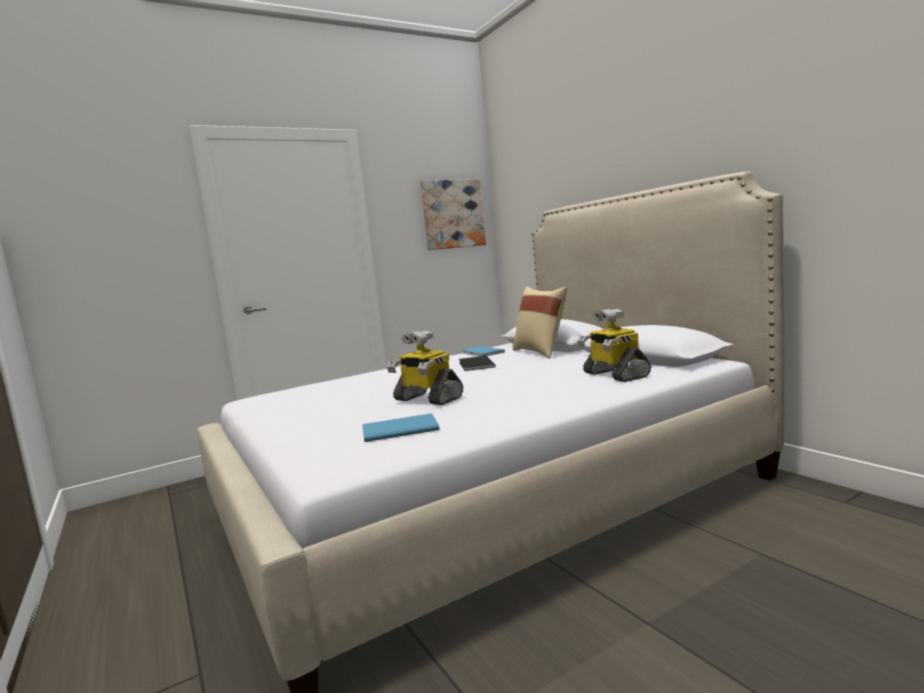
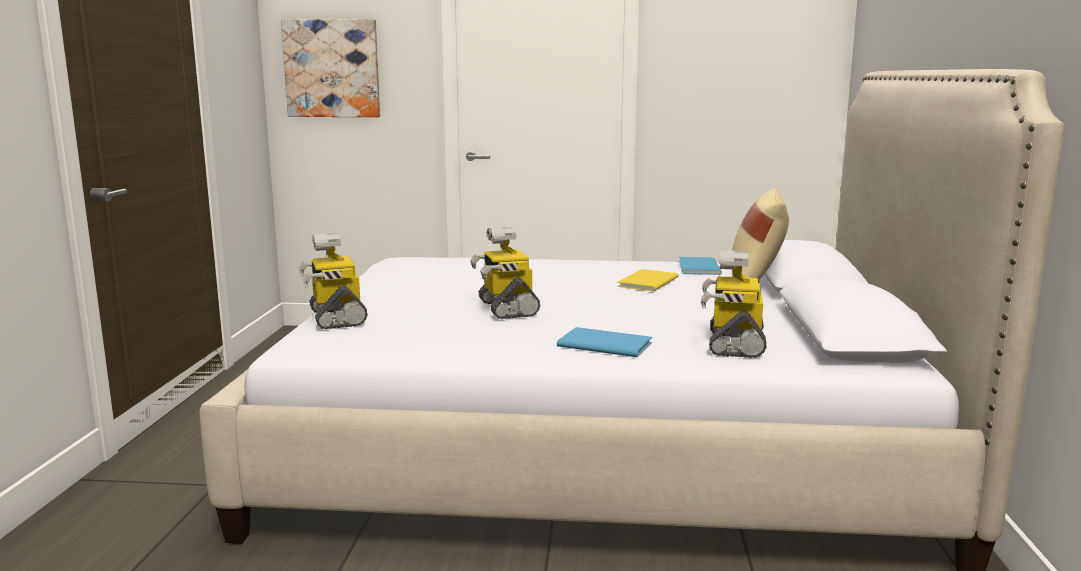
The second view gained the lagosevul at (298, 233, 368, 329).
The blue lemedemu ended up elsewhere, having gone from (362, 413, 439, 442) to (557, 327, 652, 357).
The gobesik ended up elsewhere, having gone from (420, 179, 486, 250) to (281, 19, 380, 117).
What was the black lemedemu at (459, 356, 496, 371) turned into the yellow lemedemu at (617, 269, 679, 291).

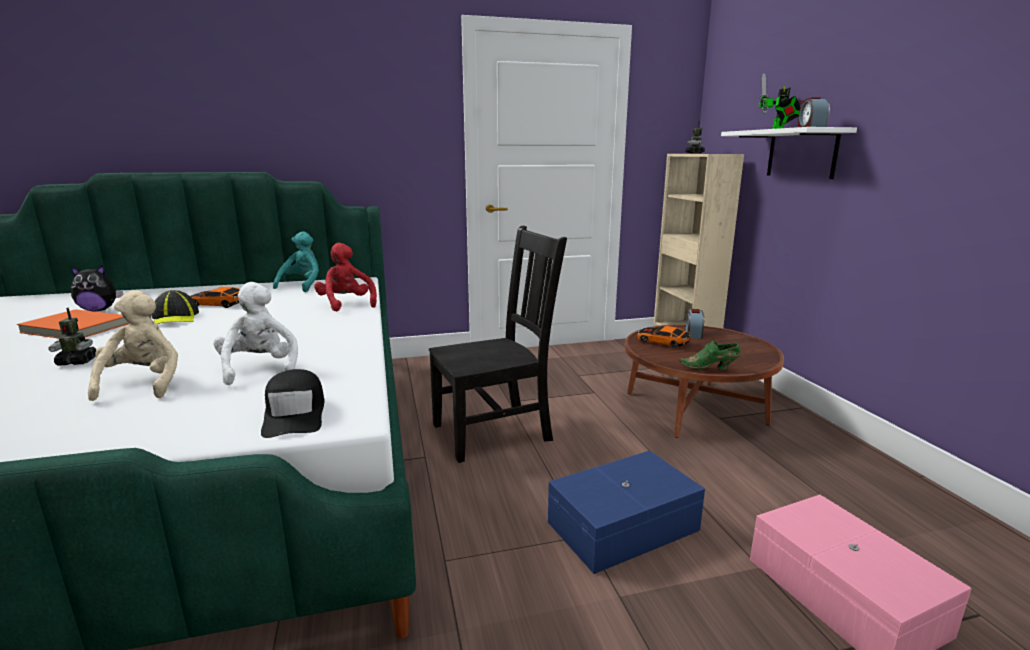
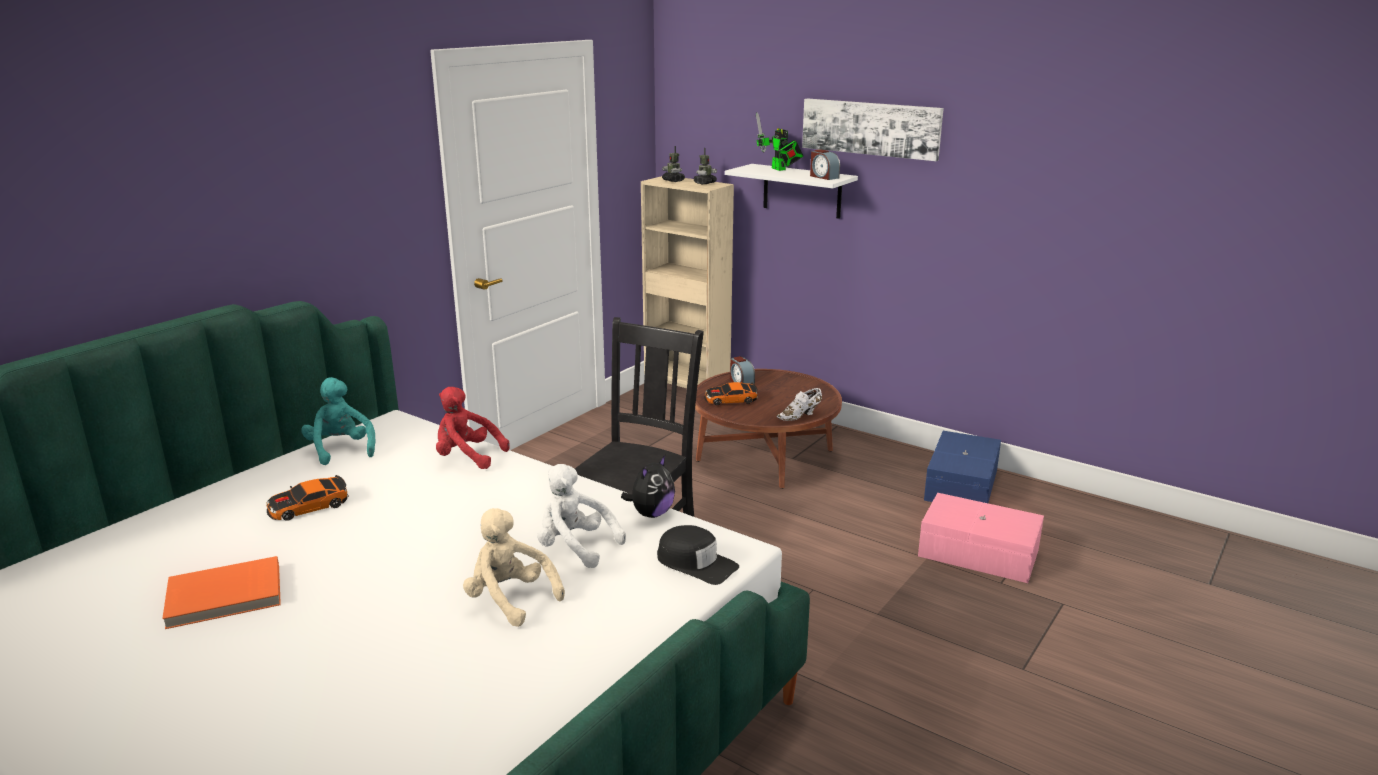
The second view lost the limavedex at (152, 290, 199, 324).
The second view gained the gobesik at (802, 98, 944, 161).
The lagosevul ended up elsewhere, having gone from (48, 308, 96, 366) to (694, 148, 717, 185).
The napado ended up elsewhere, having gone from (71, 265, 123, 311) to (621, 455, 675, 518).
The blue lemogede ended up elsewhere, having gone from (548, 451, 705, 574) to (924, 431, 1001, 503).
What was the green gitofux at (679, 341, 741, 370) turned into the white gitofux at (776, 388, 822, 421).

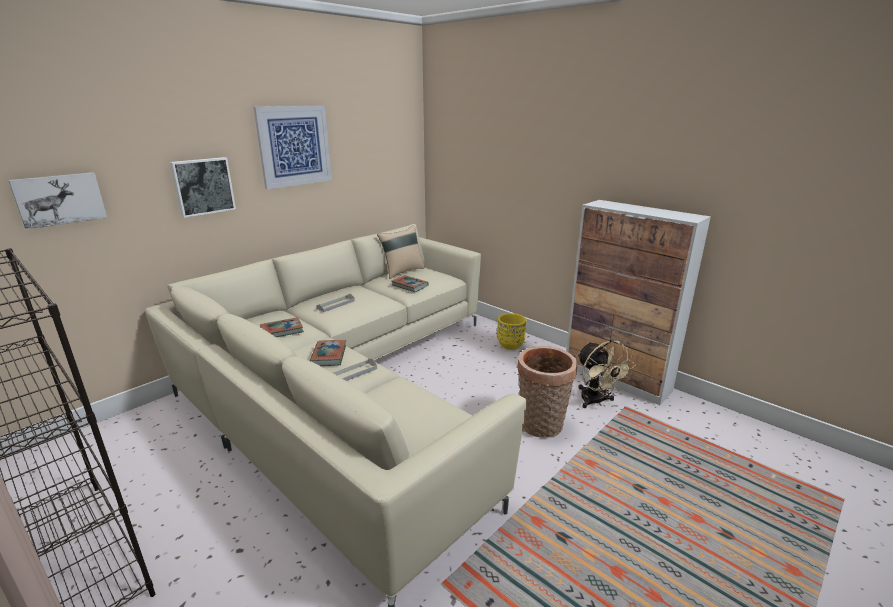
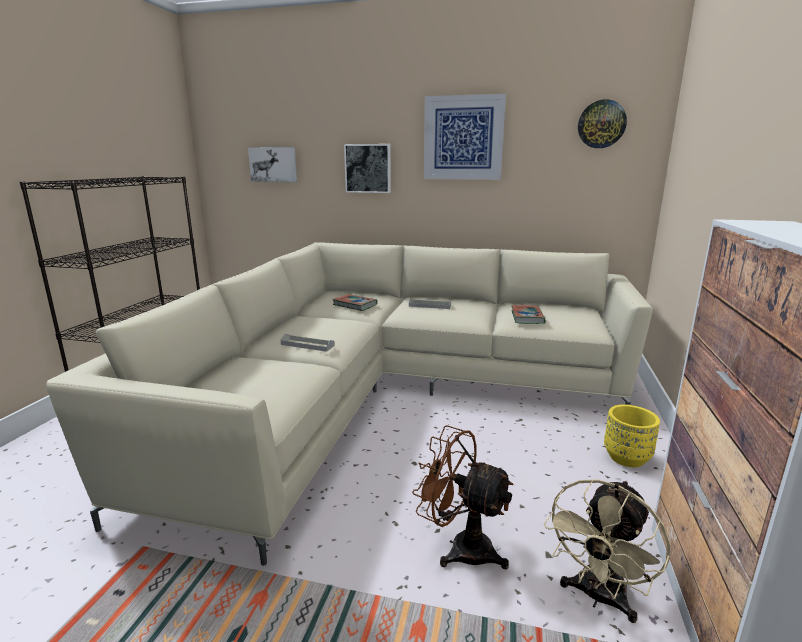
The second view lost the lemedemu at (310, 340, 346, 366).
The second view lost the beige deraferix at (377, 225, 425, 279).
The second view gained the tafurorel at (578, 99, 627, 148).
Where the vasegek stood at (517, 346, 578, 438), the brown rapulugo came to stand at (412, 425, 514, 570).

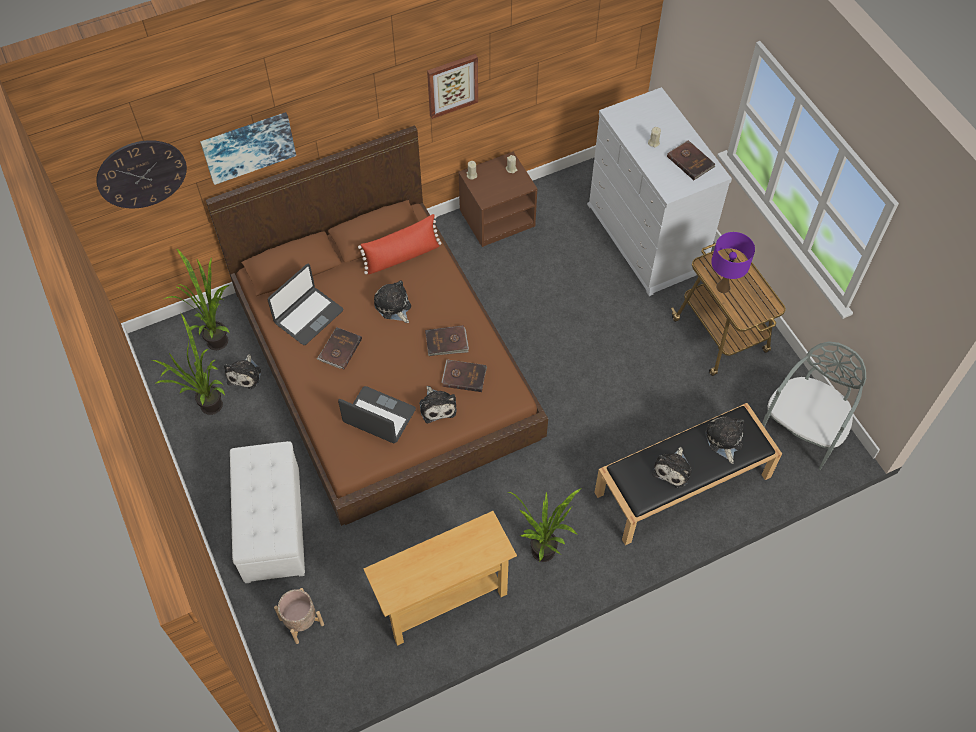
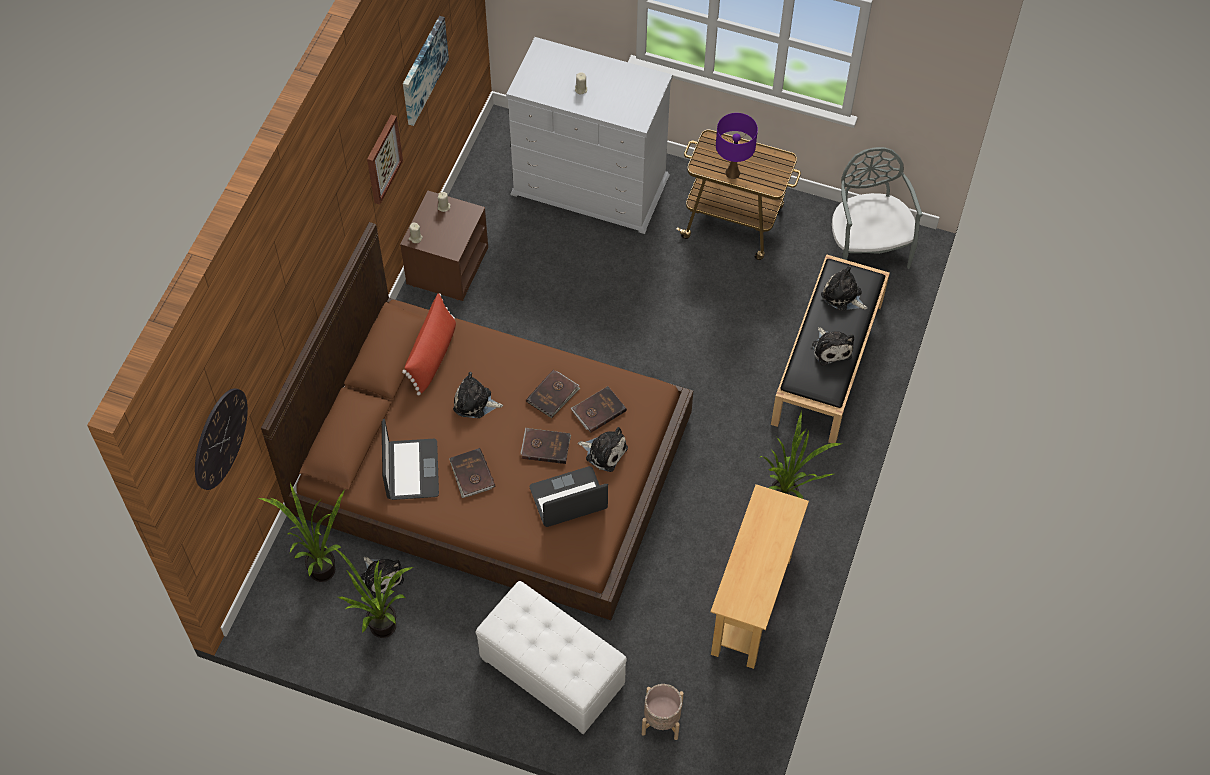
The gobesik ended up elsewhere, having gone from (200, 112, 296, 185) to (403, 16, 449, 126).
The brown lemedemu ended up elsewhere, having gone from (667, 140, 715, 180) to (520, 428, 571, 464).

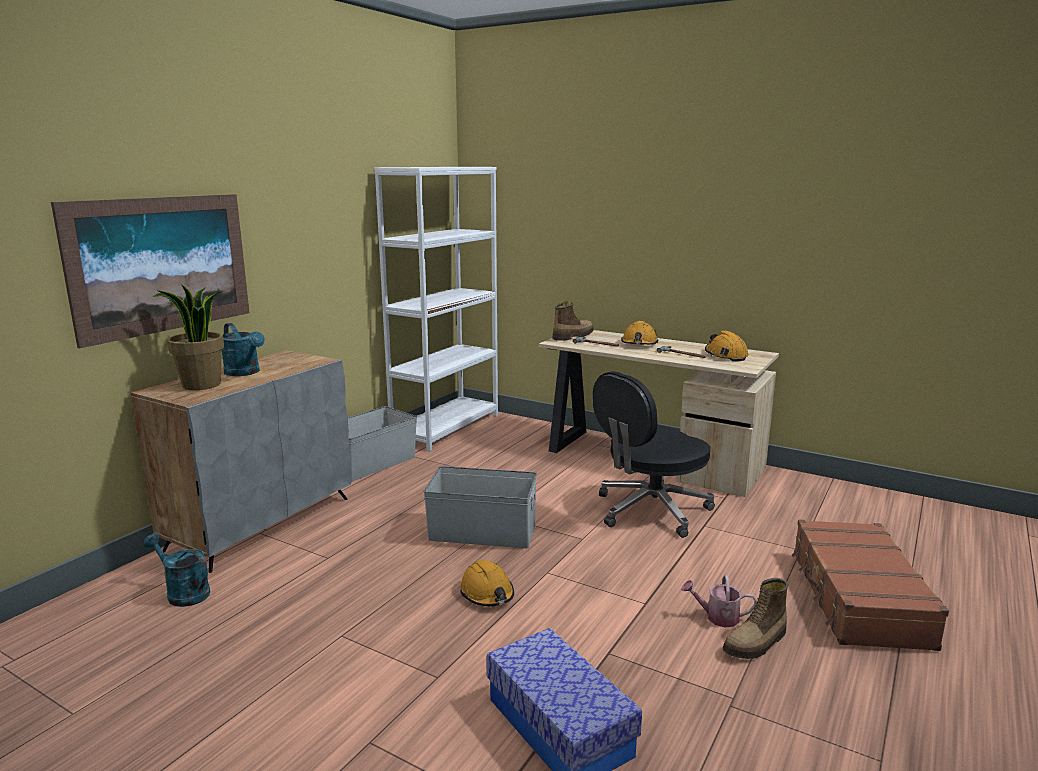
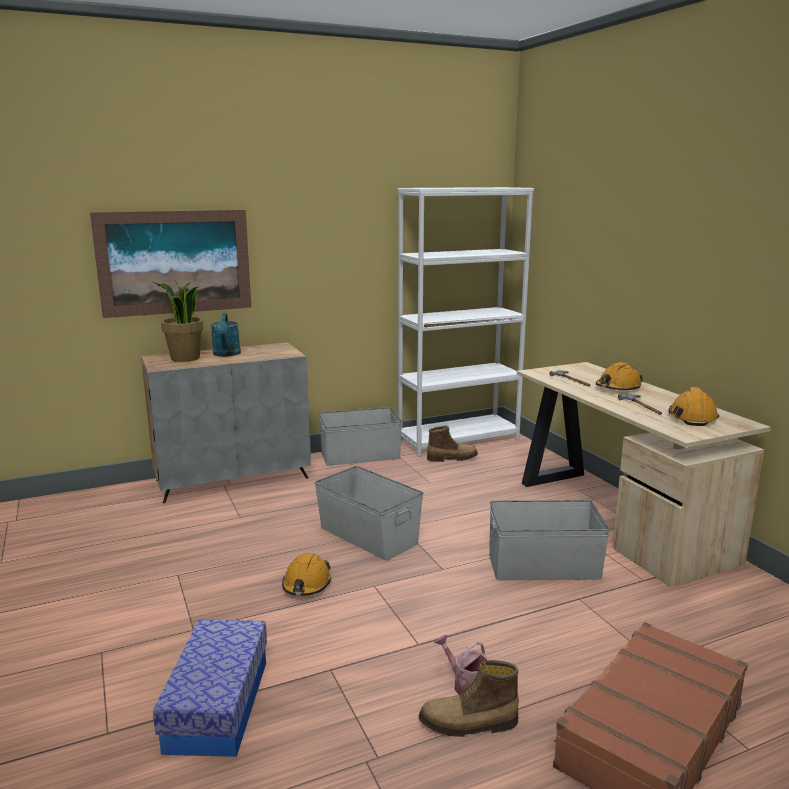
The second view lost the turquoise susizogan at (143, 533, 210, 607).
The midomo ended up elsewhere, having gone from (553, 301, 594, 341) to (427, 426, 478, 462).
Where the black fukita stood at (593, 371, 715, 538), the grey lemogede came to stand at (489, 500, 610, 580).

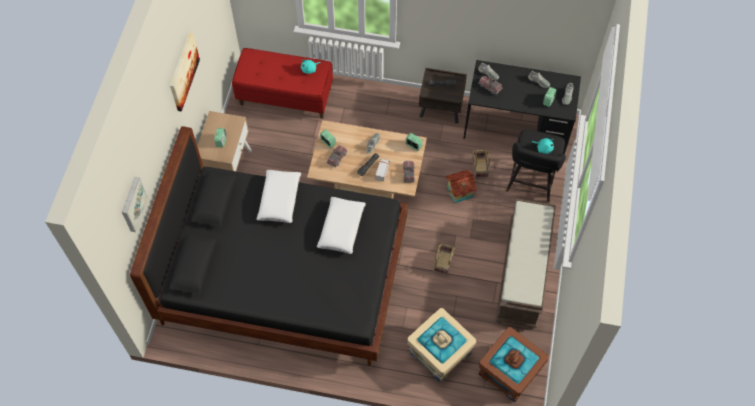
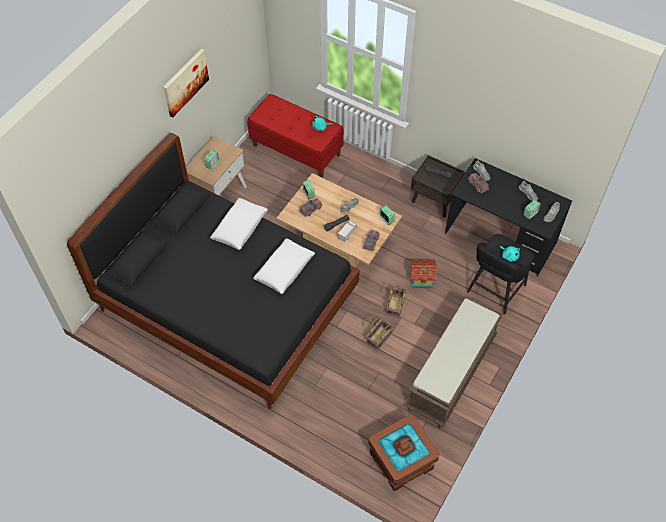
The second view lost the gobesik at (122, 177, 148, 232).
The second view lost the beige lemogede at (408, 308, 476, 383).
The vasegek ended up elsewhere, having gone from (472, 150, 490, 179) to (386, 286, 406, 318).

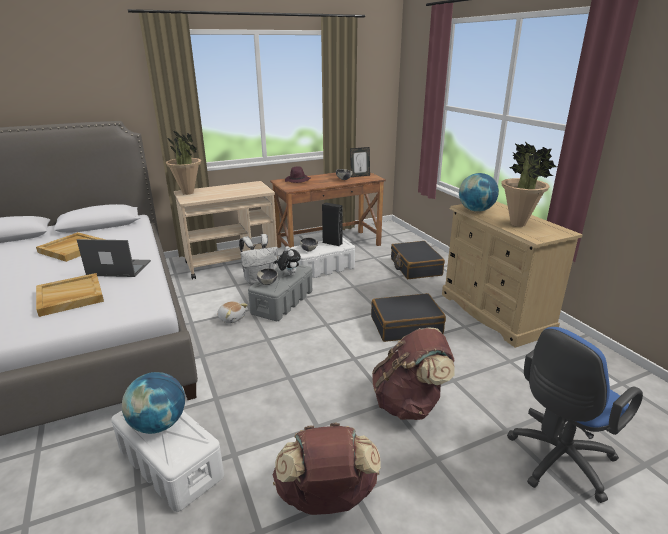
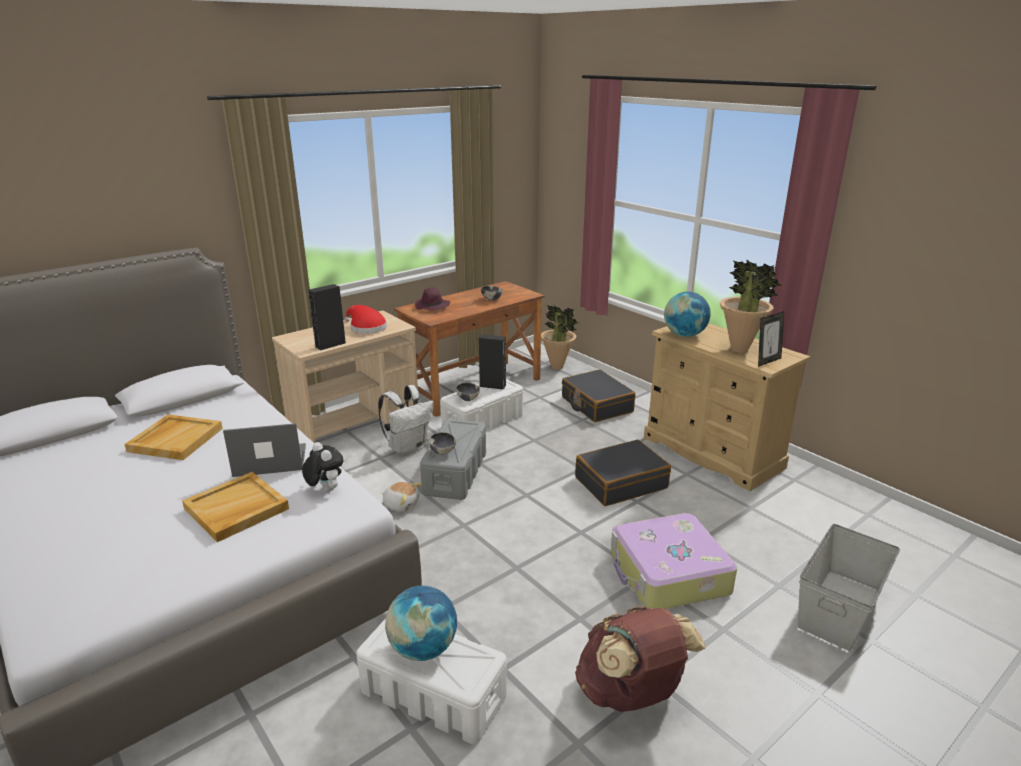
The second view gained the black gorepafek at (308, 284, 346, 351).
The second view gained the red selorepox at (344, 305, 387, 334).
The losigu ended up elsewhere, having gone from (166, 129, 201, 195) to (541, 305, 578, 370).
The napado ended up elsewhere, having gone from (278, 246, 301, 276) to (302, 442, 343, 492).
The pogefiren ended up elsewhere, having gone from (350, 147, 370, 177) to (758, 311, 784, 367).
Where the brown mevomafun stood at (372, 328, 455, 420), the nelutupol came to stand at (611, 513, 737, 609).
Where the blue fukita stood at (507, 327, 643, 503), the grey lemogede came to stand at (797, 524, 900, 651).

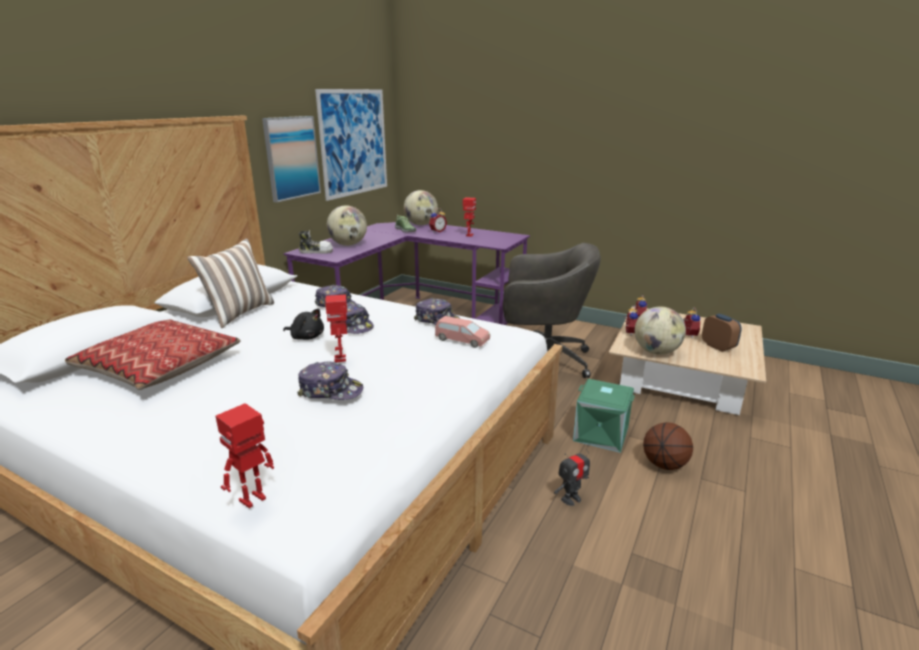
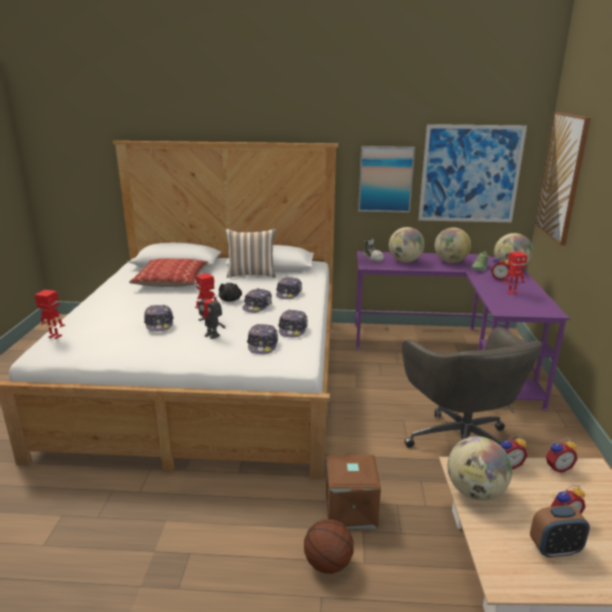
The second view gained the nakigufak at (435, 227, 471, 263).
The second view gained the gobesik at (534, 112, 591, 245).
The lagosevul ended up elsewhere, having gone from (554, 445, 590, 506) to (198, 290, 226, 339).
Where the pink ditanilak stood at (435, 316, 490, 348), the limavedex came to stand at (247, 324, 278, 354).
What was the green lemogede at (573, 379, 635, 453) turned into the brown lemogede at (326, 453, 381, 528).
The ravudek at (702, 314, 742, 352) ended up facing another way, 45 degrees clockwise from before.

